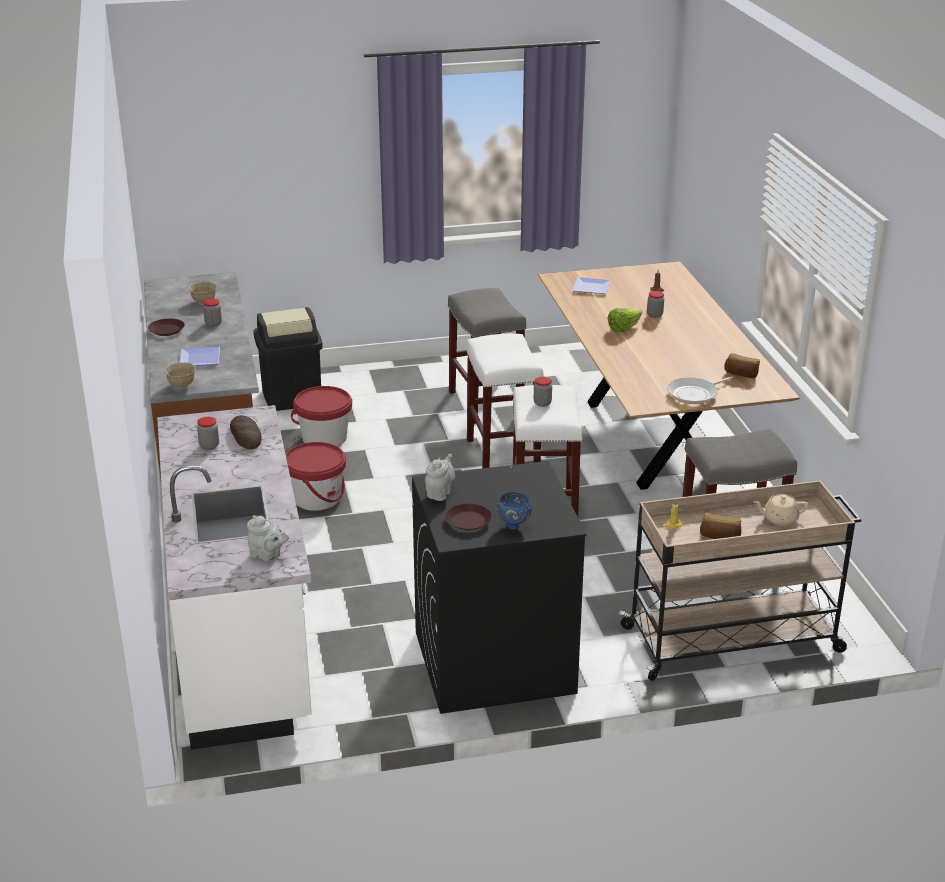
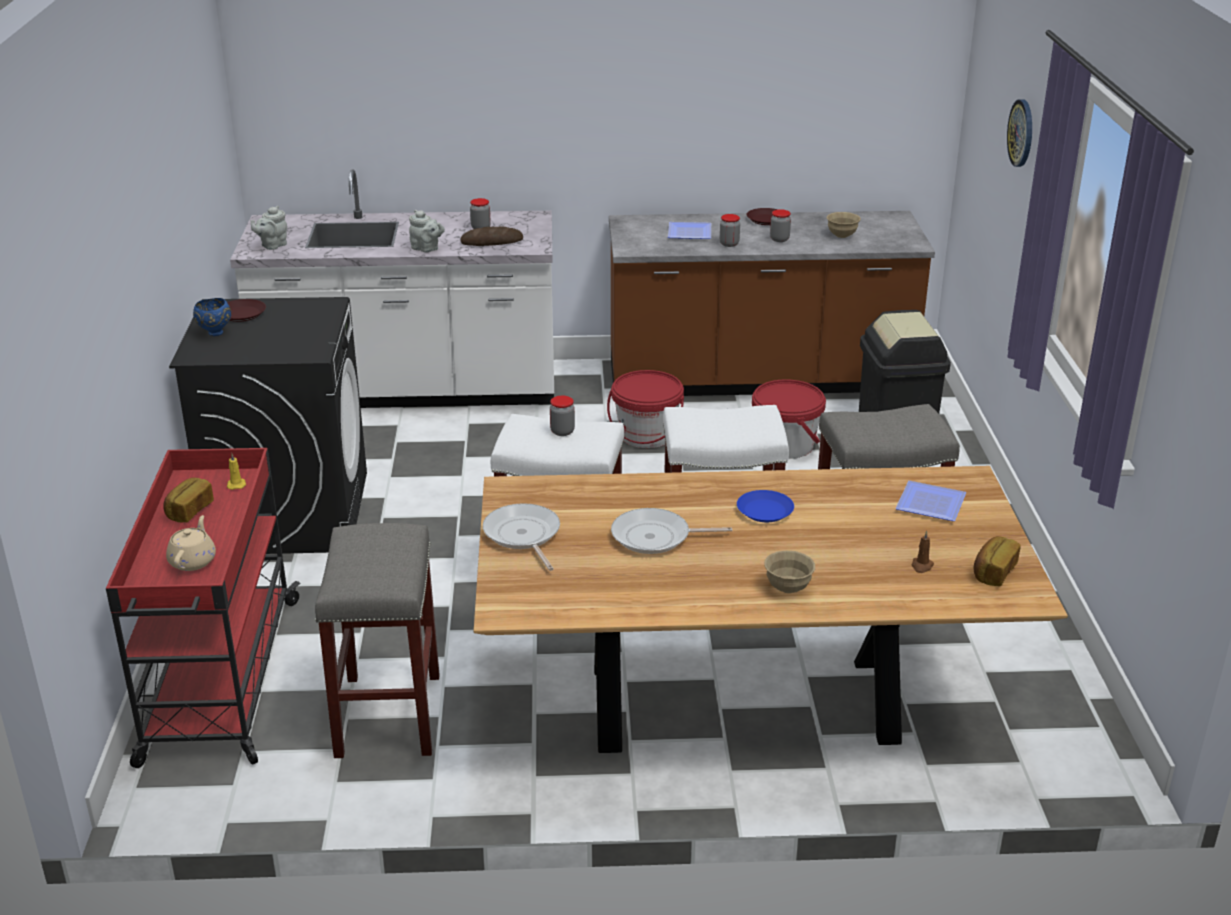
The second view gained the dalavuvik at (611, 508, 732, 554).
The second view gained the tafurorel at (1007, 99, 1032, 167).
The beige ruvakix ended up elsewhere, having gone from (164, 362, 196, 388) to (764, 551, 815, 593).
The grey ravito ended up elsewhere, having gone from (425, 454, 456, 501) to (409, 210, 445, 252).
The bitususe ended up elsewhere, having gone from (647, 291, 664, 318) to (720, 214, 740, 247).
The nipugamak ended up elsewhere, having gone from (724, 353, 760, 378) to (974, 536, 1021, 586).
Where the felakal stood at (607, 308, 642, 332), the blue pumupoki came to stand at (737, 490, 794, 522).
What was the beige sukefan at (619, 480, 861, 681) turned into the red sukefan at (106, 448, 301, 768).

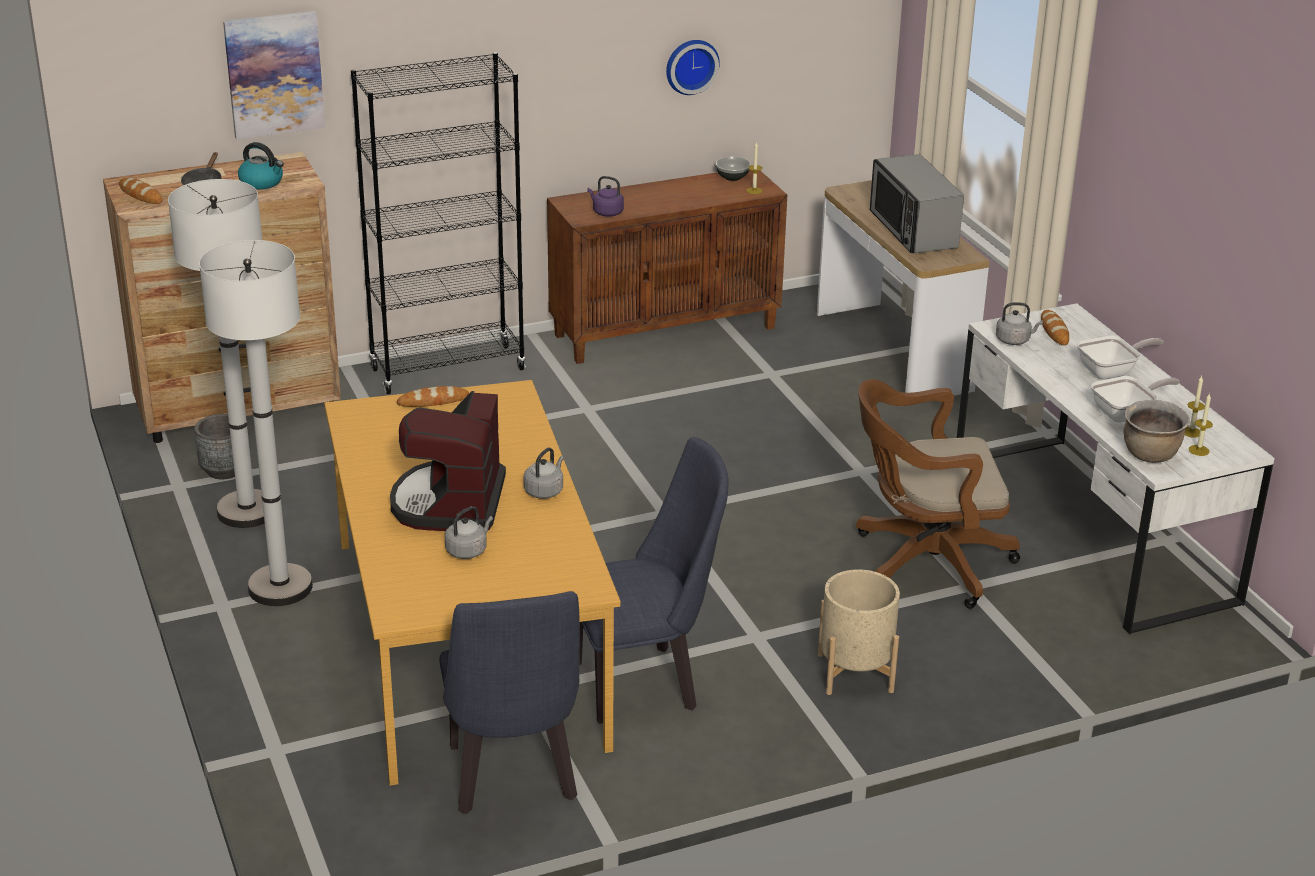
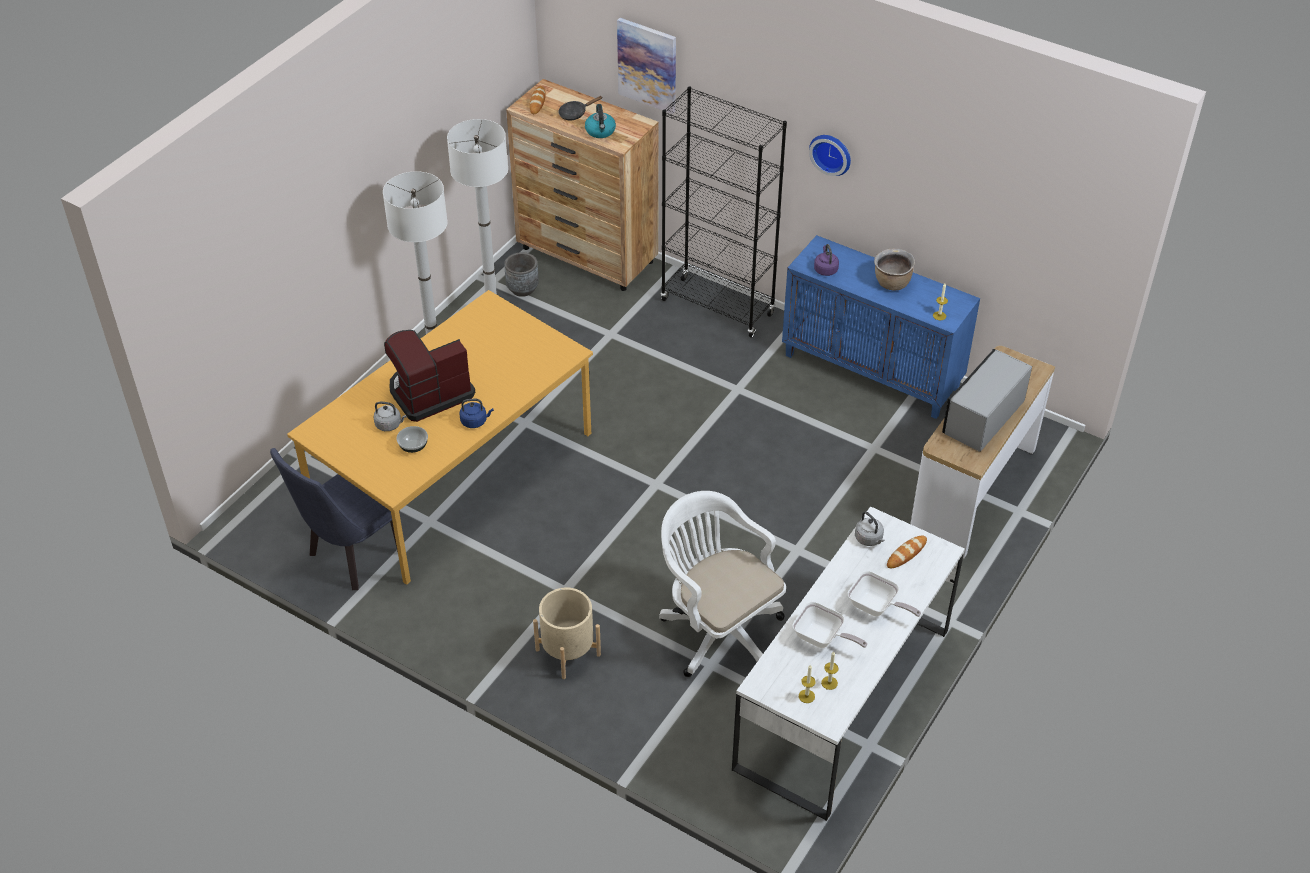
The second view lost the nipugamak at (397, 386, 469, 407).
The second view lost the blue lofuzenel at (579, 437, 728, 724).
The tafurorel ended up elsewhere, having gone from (666, 40, 720, 95) to (809, 135, 851, 176).
The ruvakix ended up elsewhere, having gone from (716, 157, 751, 181) to (396, 426, 428, 453).
The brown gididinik ended up elsewhere, having gone from (1123, 400, 1190, 463) to (874, 249, 915, 291).
What was the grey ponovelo at (523, 448, 564, 499) turned into the blue ponovelo at (459, 399, 494, 428).
What was the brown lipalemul at (547, 170, 787, 364) turned into the blue lipalemul at (782, 235, 980, 419).
What was the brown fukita at (856, 379, 1020, 609) turned into the white fukita at (659, 491, 786, 677).

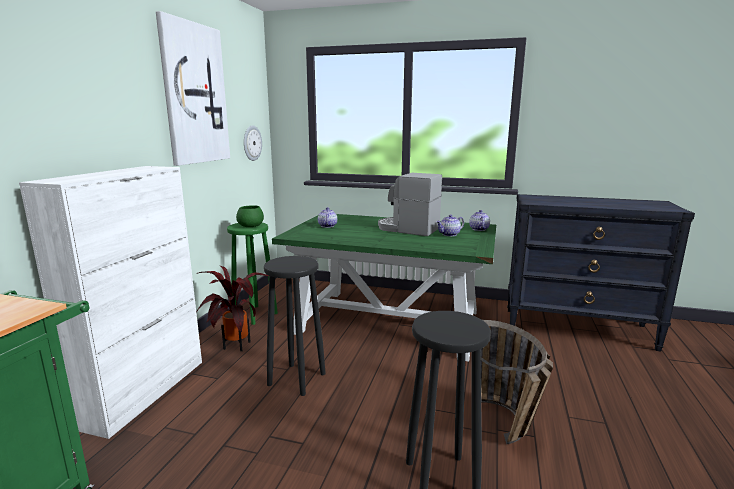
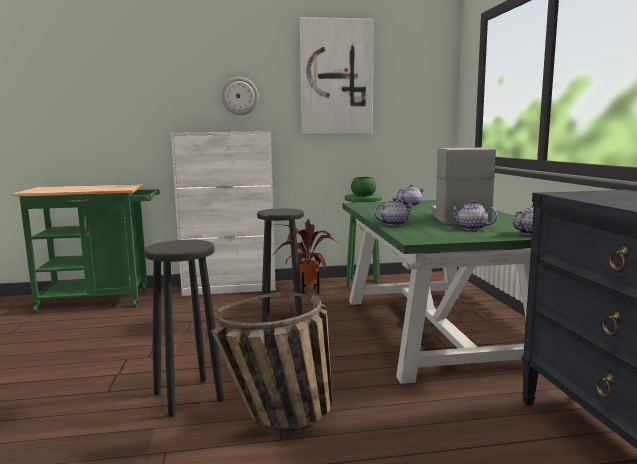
The second view gained the ravito at (374, 198, 413, 226).
The tafurorel ended up elsewhere, having gone from (244, 125, 262, 161) to (221, 77, 259, 115).

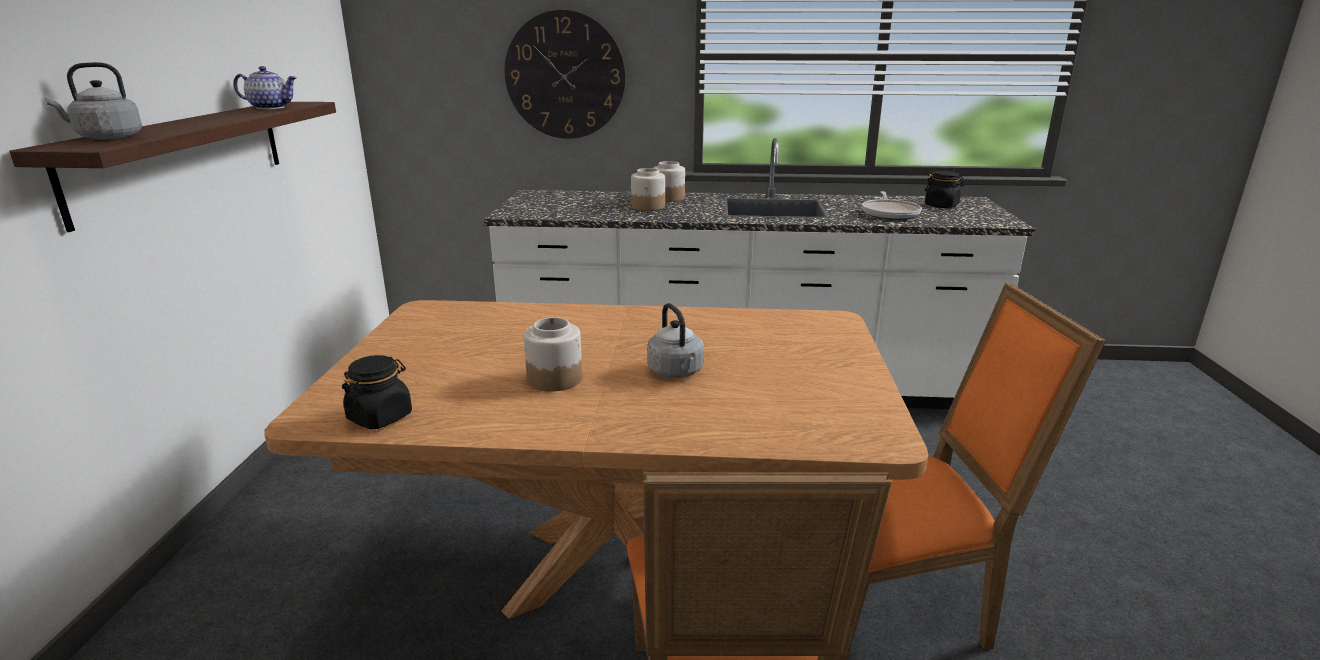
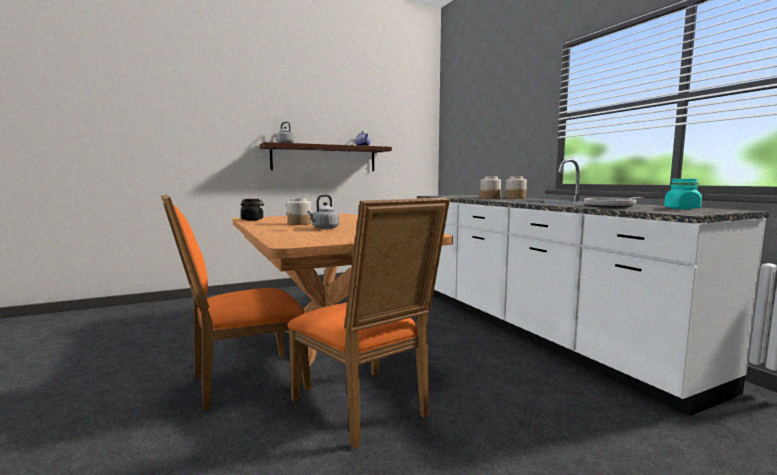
The second view lost the tafurorel at (505, 10, 626, 139).
What was the black bitususe at (925, 171, 965, 208) turned into the turquoise bitususe at (664, 179, 702, 209).

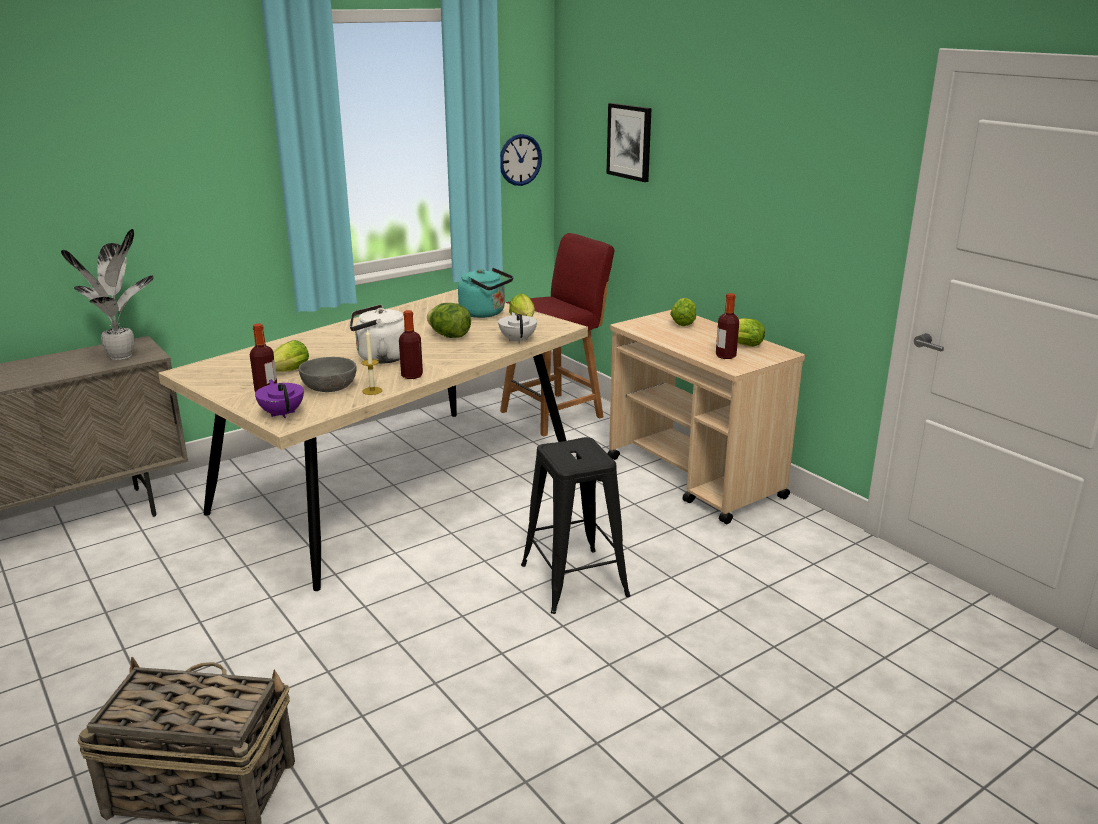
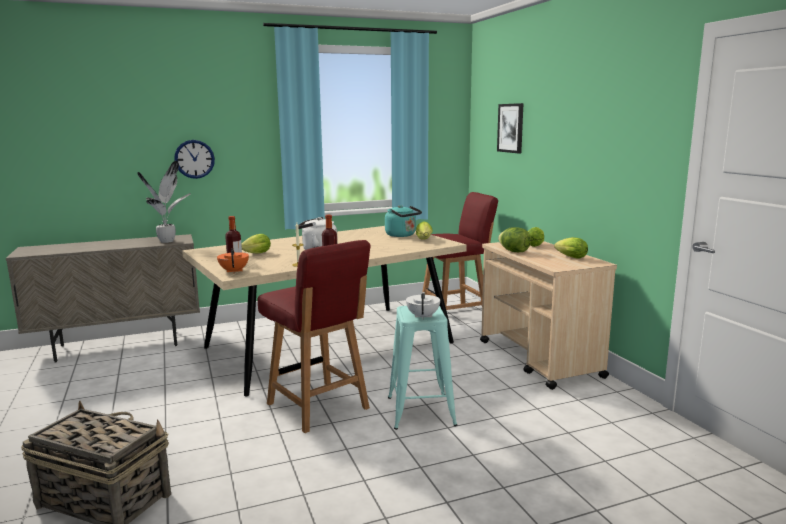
The second view lost the grey ruvakix at (299, 357, 356, 392).
The second view lost the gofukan at (716, 293, 739, 359).
The second view gained the red lofuzenel at (258, 240, 371, 433).
The felakal ended up elsewhere, having gone from (427, 303, 471, 338) to (498, 227, 531, 252).
The white ravito ended up elsewhere, having gone from (498, 312, 537, 344) to (406, 292, 440, 317).
The tafurorel ended up elsewhere, having gone from (500, 134, 542, 186) to (174, 140, 215, 179).
What was the purple ravito at (255, 380, 304, 418) turned into the orange ravito at (217, 248, 249, 273).
What was the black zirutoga at (521, 437, 631, 614) turned into the turquoise zirutoga at (388, 306, 457, 430).

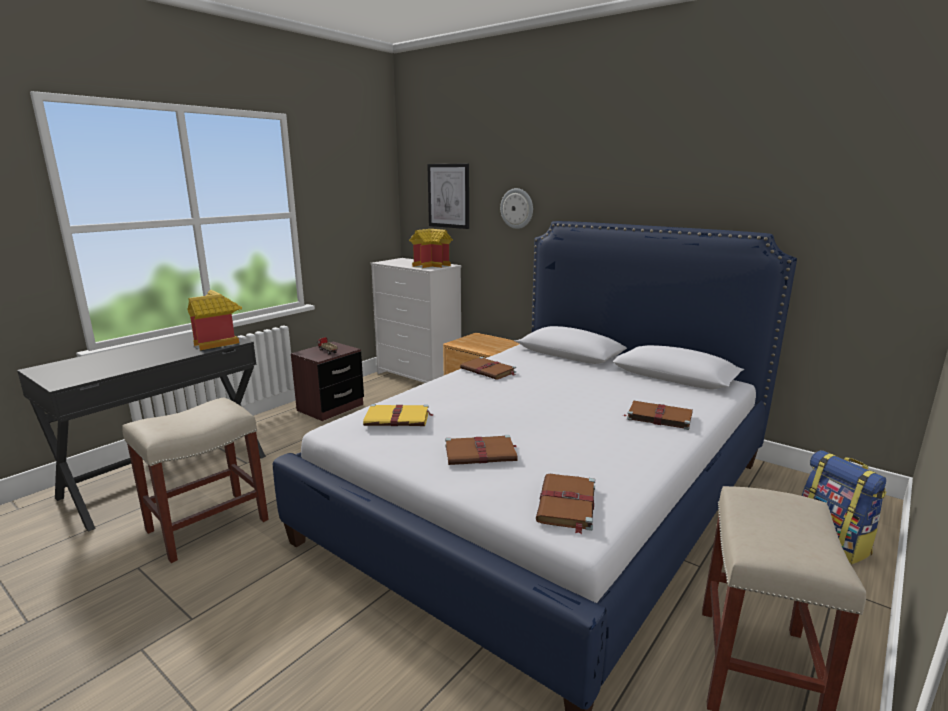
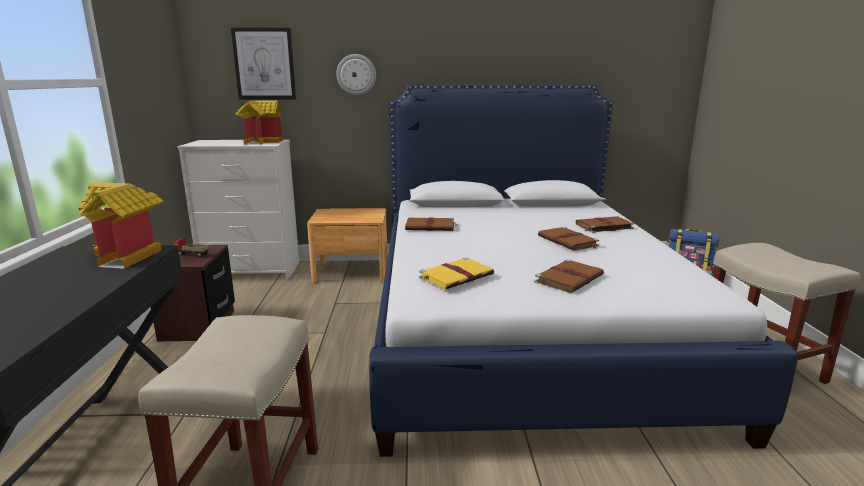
The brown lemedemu ended up elsewhere, having gone from (536, 474, 595, 534) to (538, 227, 599, 250).

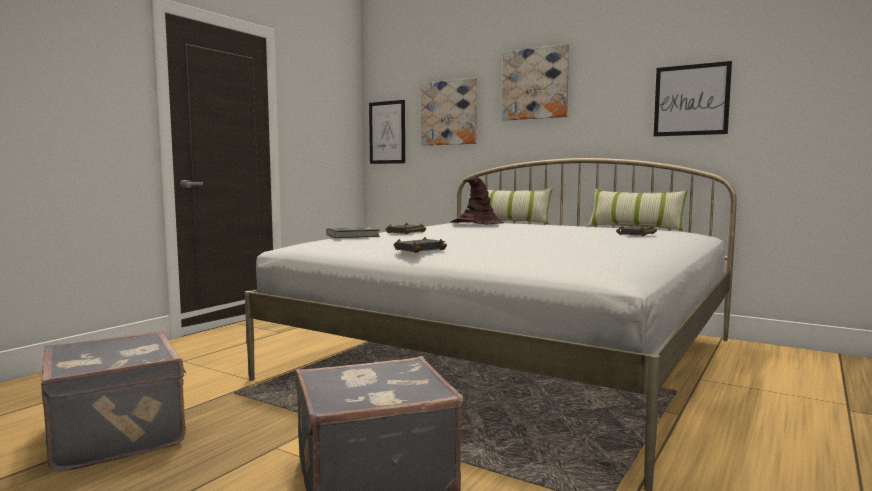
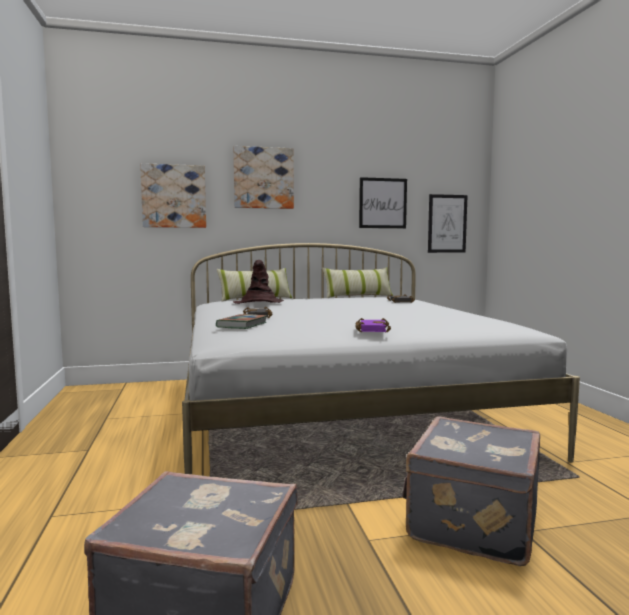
The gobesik ended up elsewhere, having gone from (369, 100, 405, 164) to (428, 194, 468, 253).
What was the black lemedemu at (394, 237, 447, 253) turned into the purple lemedemu at (356, 318, 391, 332).

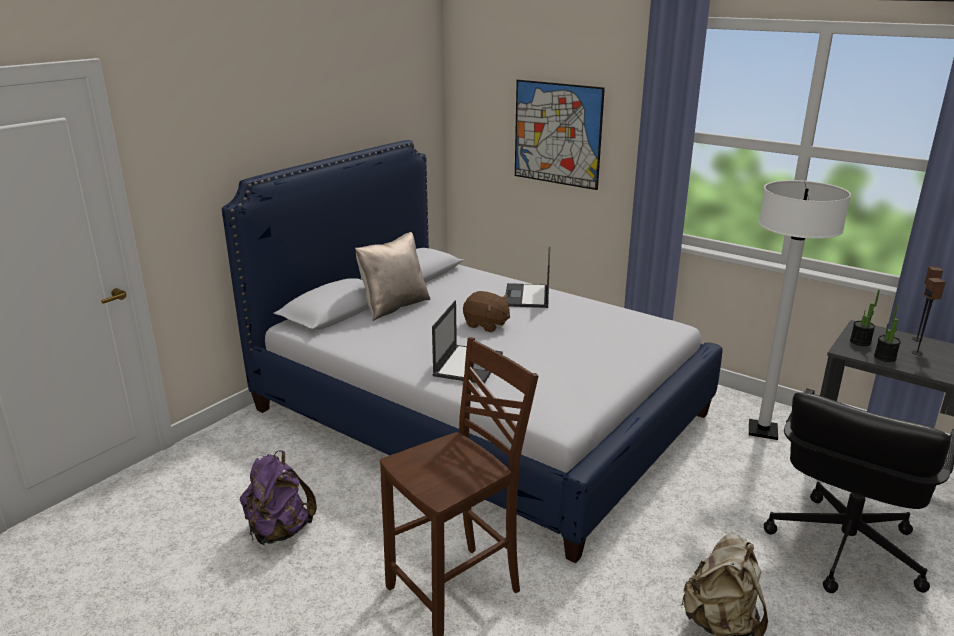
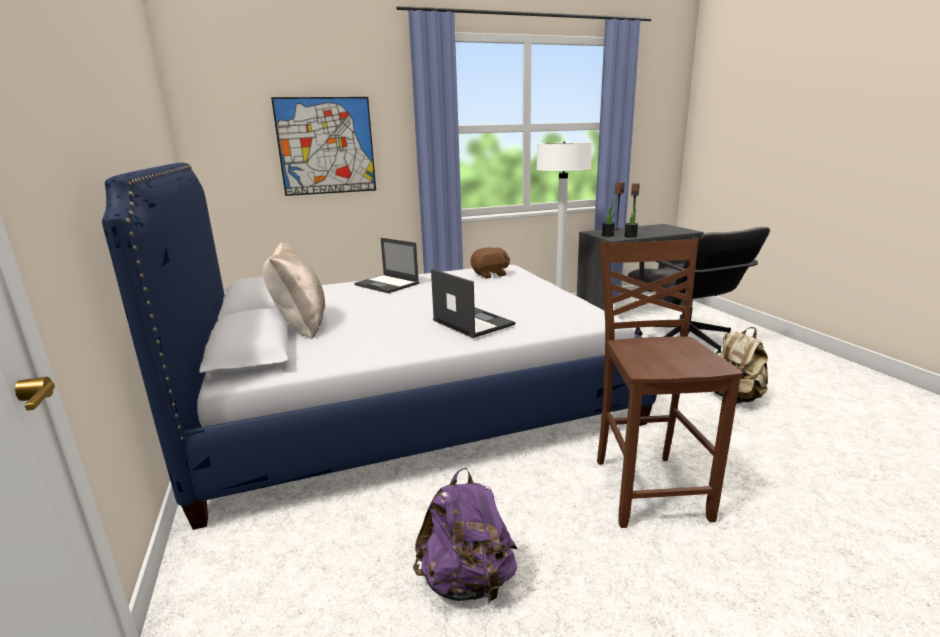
The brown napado ended up elsewhere, having gone from (463, 291, 510, 332) to (471, 247, 510, 278).

